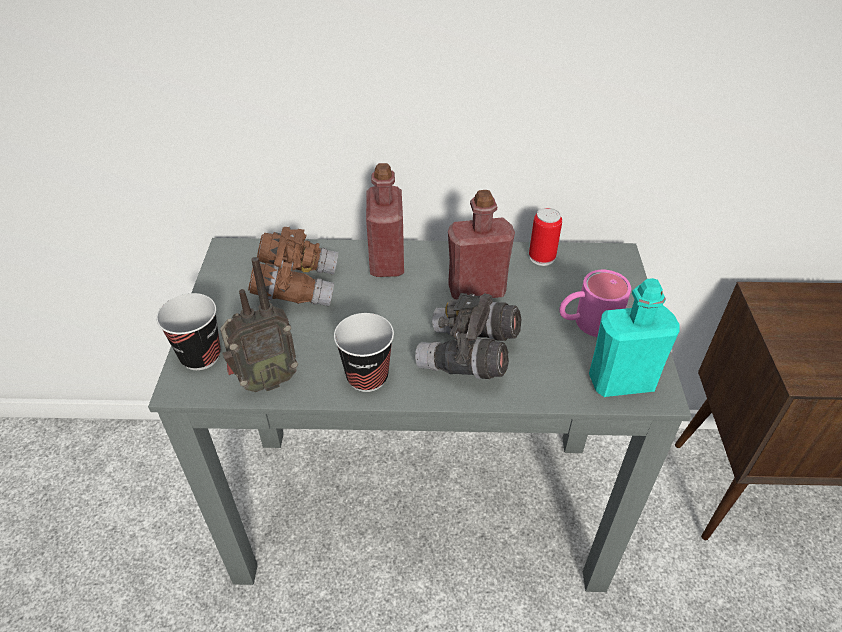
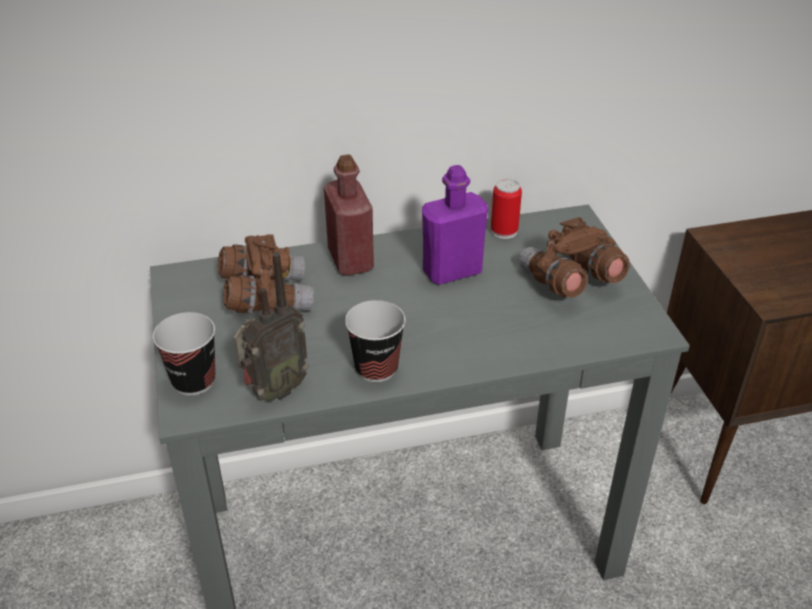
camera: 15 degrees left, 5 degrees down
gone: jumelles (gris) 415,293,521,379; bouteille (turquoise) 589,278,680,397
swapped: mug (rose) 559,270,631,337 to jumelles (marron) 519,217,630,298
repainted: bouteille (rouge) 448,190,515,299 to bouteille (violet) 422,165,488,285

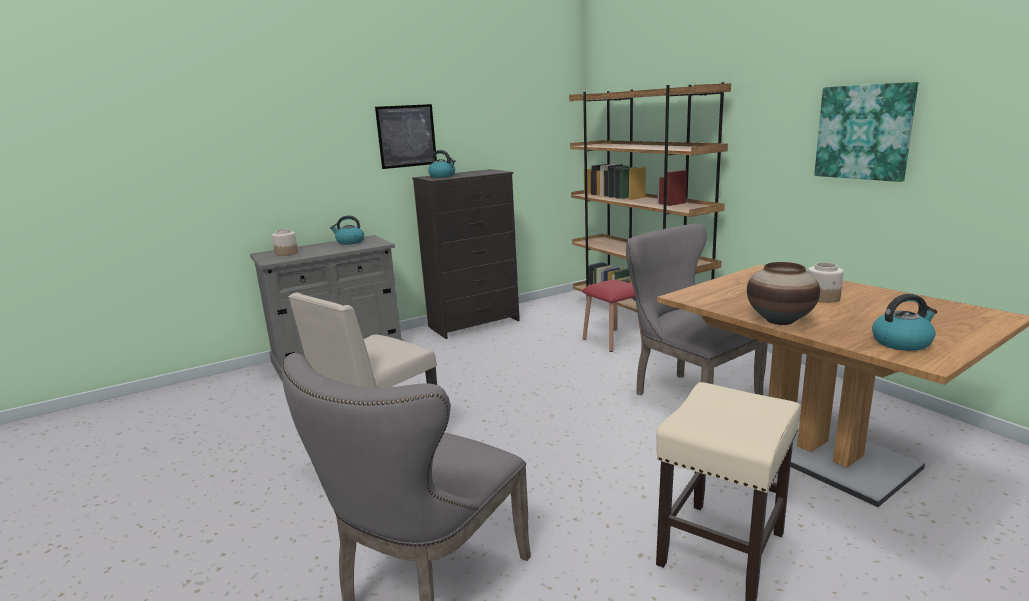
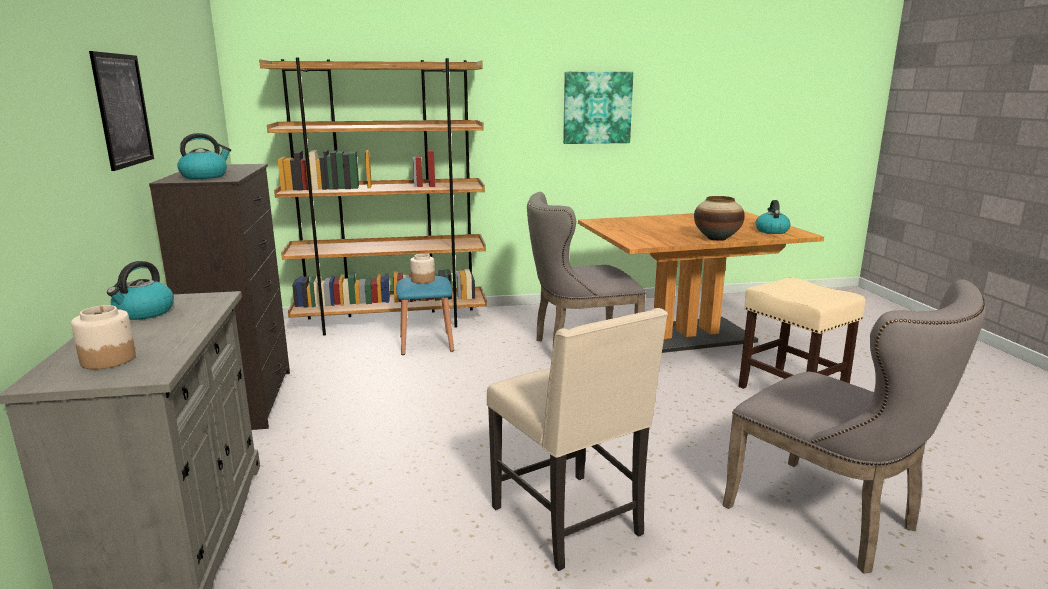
camera: 70 degrees left, 0 degrees up
shifted: bocal 808,262,844,303 to 410,254,435,284
repainted: tabouret (rouge) 582,280,642,352 to tabouret (bleu) 396,276,454,355

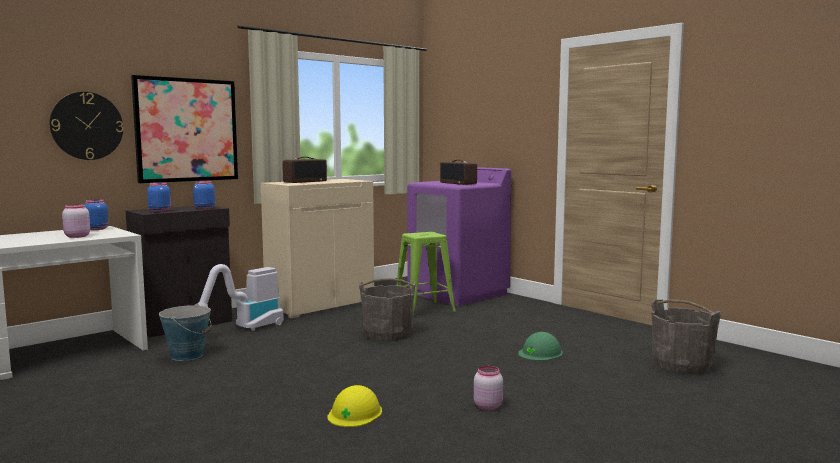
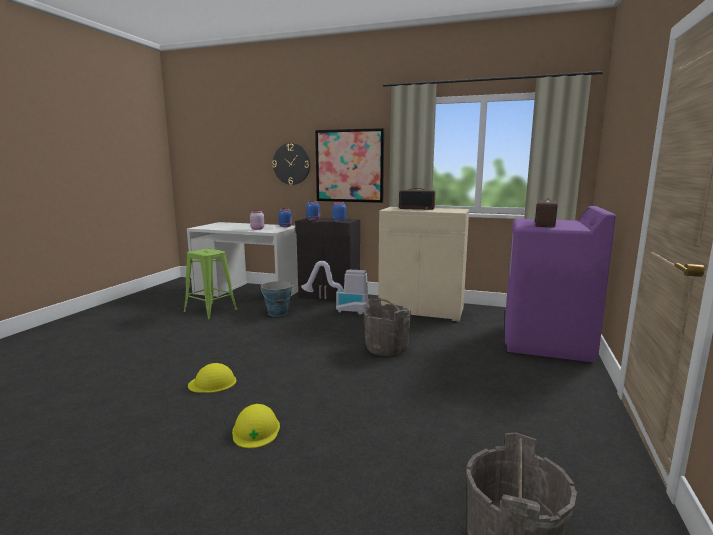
camera: 60 degrees right, 5 degrees up
gone: casque de chantier (vert) 518,332,563,361
shifted: tabouret (vert) 397,232,456,314 to 184,249,238,320
swapped: bocal (rose) 474,366,503,410 to casque de chantier (jaune) 232,404,280,448

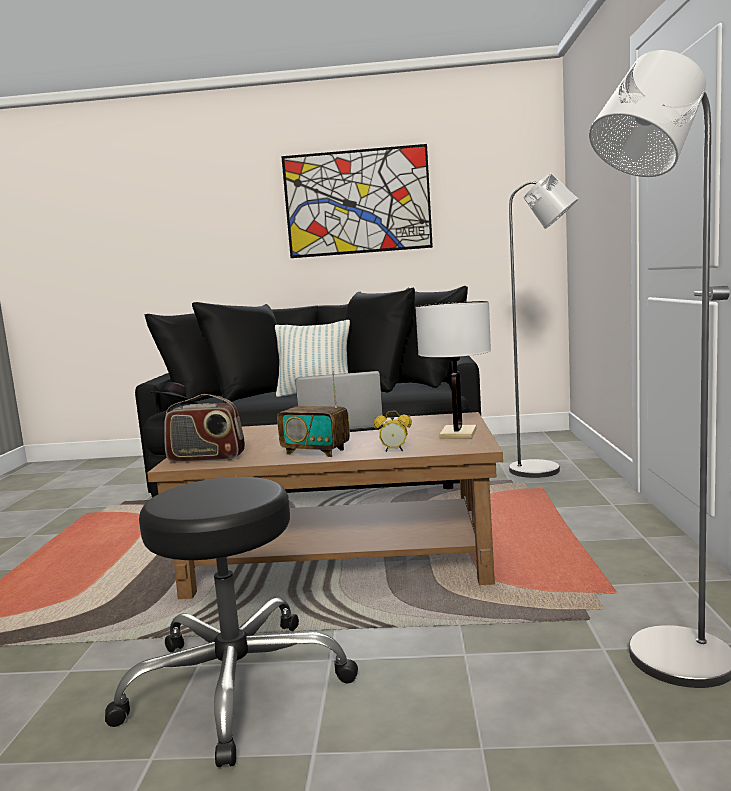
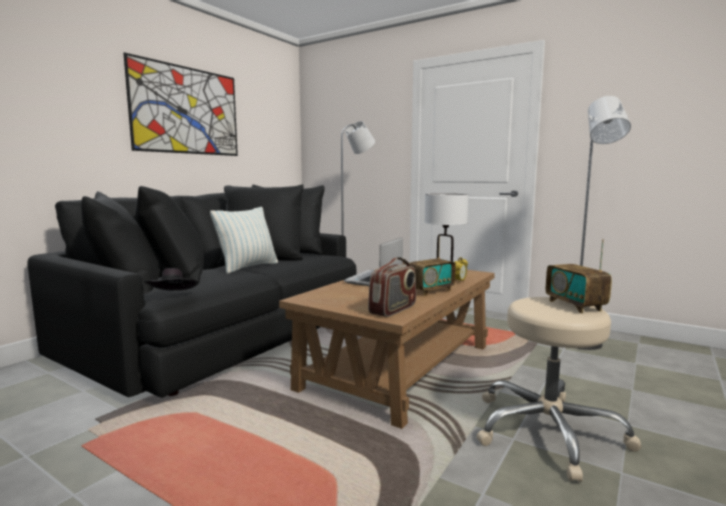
camera: 60 degrees left, 0 degrees up
new: radio 546,239,612,313
repainted: tabouret (noir) 105,477,358,767 to tabouret (beige) 477,297,641,482

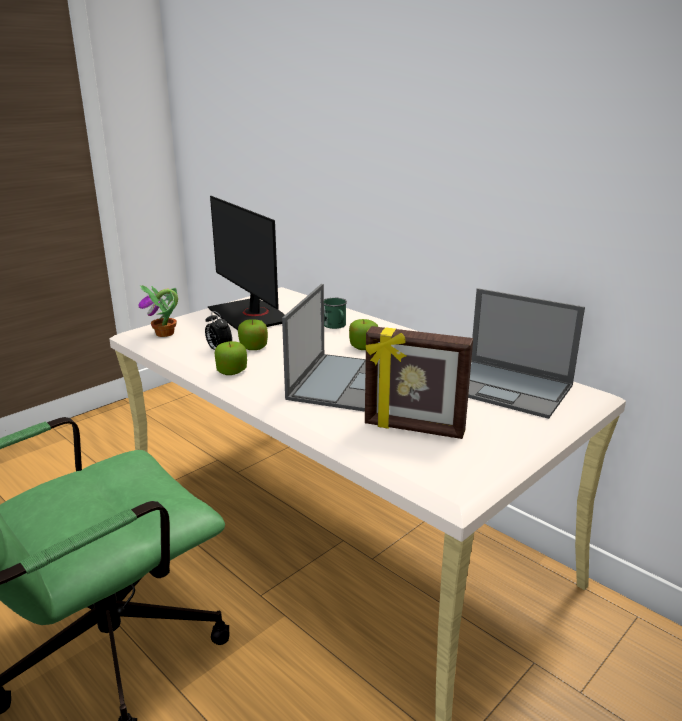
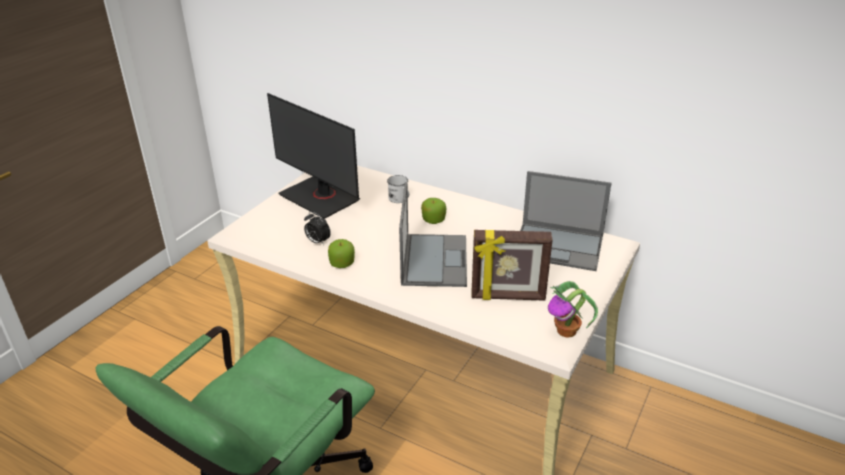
camera: 15 degrees left, 10 degrees up
gone: pomme 238,319,268,350
shifted: plante en pot 138,285,178,337 to 548,281,598,338
repainted: mug (vert) 324,298,347,329 to mug (blanc) 387,175,409,203

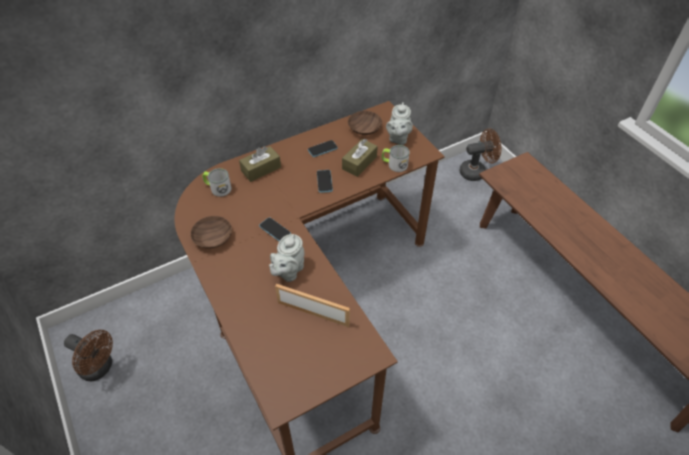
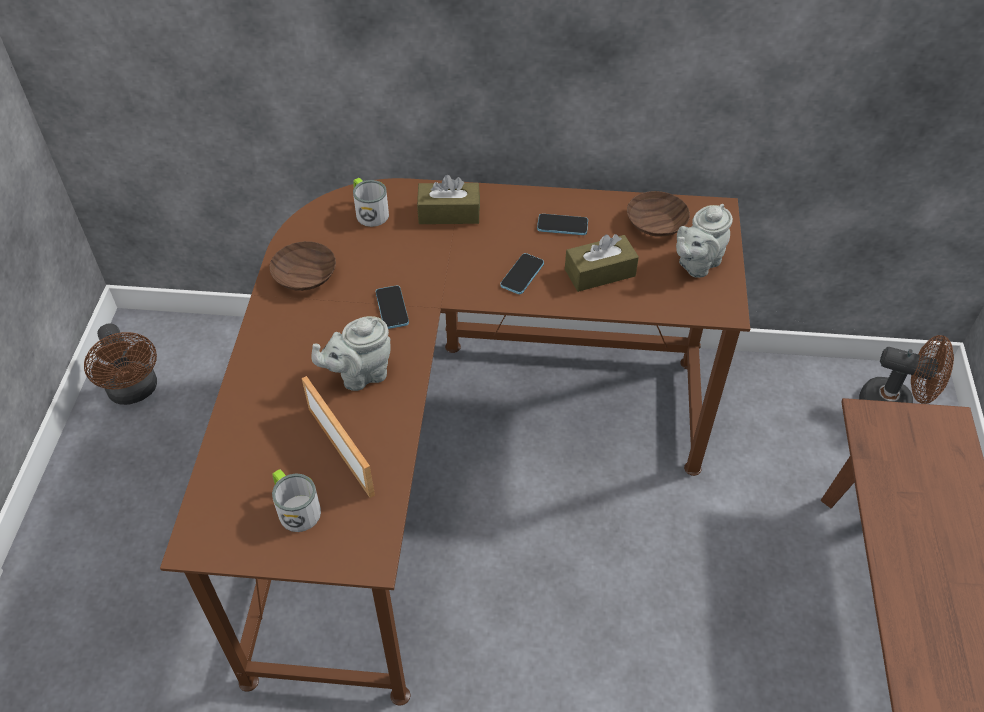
camera: 35 degrees right, 0 degrees up
shifted: mug 381,145,410,172 to 272,469,321,532

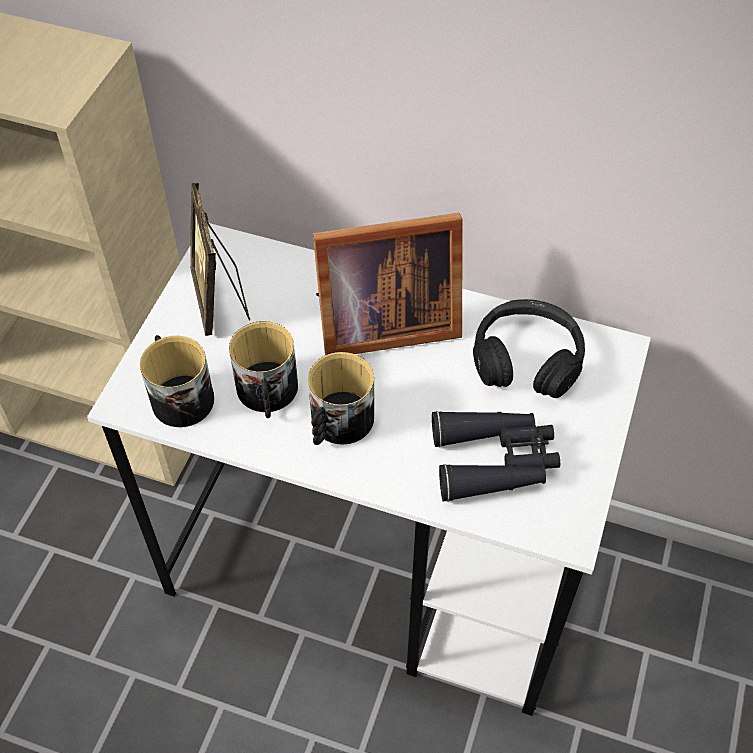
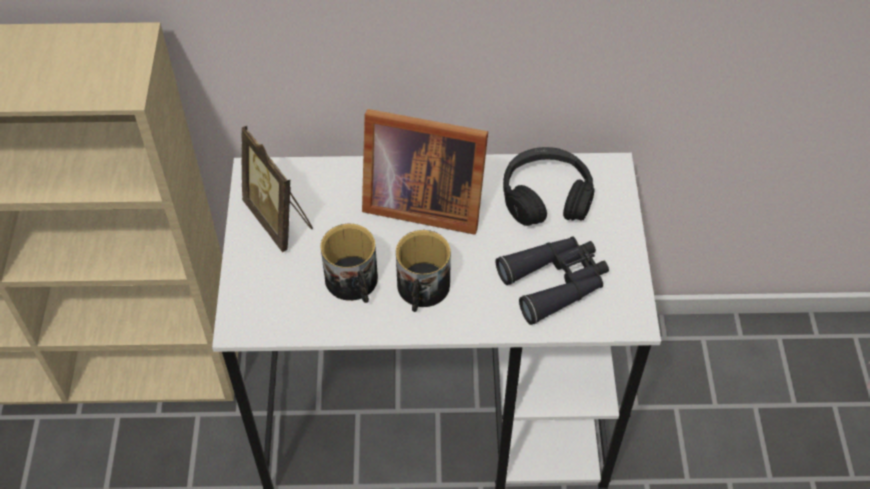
camera: 20 degrees left, 0 degrees up
gone: mug 140,335,214,427
rotated: cadre photo 313,213,462,355 = 362,109,488,235 45 degrees clockwise

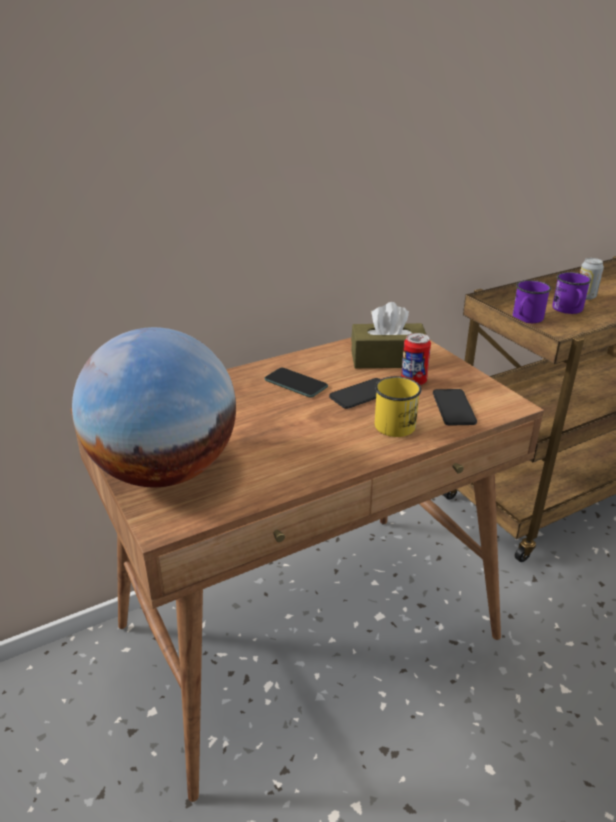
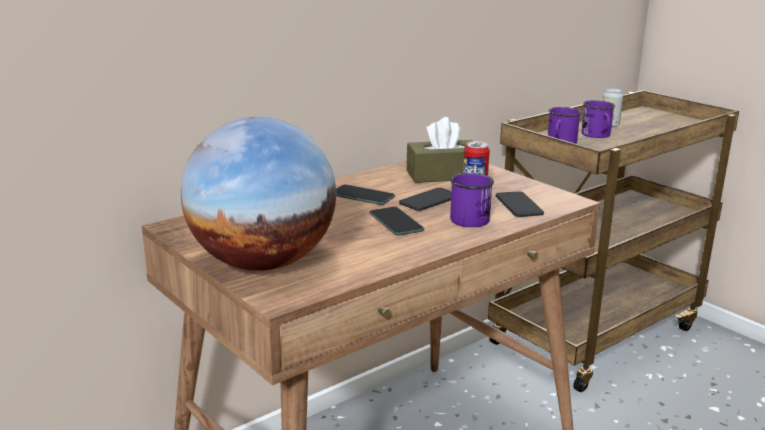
camera: 10 degrees left, 10 degrees down
new: téléphone 369,207,424,236
repainted: mug (jaune) 375,376,422,437 to mug (violet) 450,173,494,227

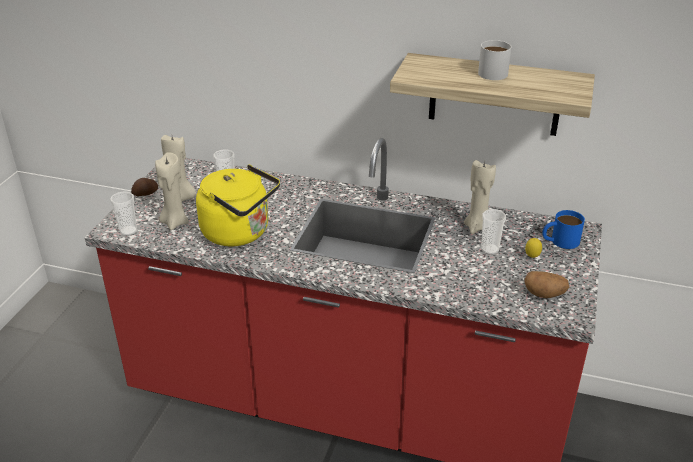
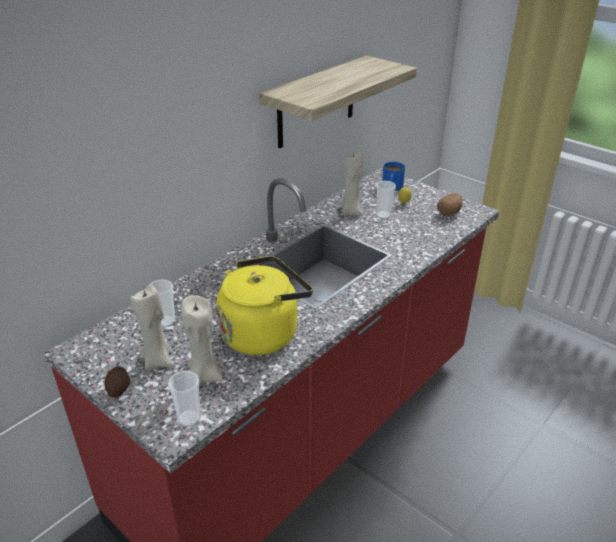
camera: 65 degrees left, 0 degrees up
gone: mug (blanc) 478,40,512,80

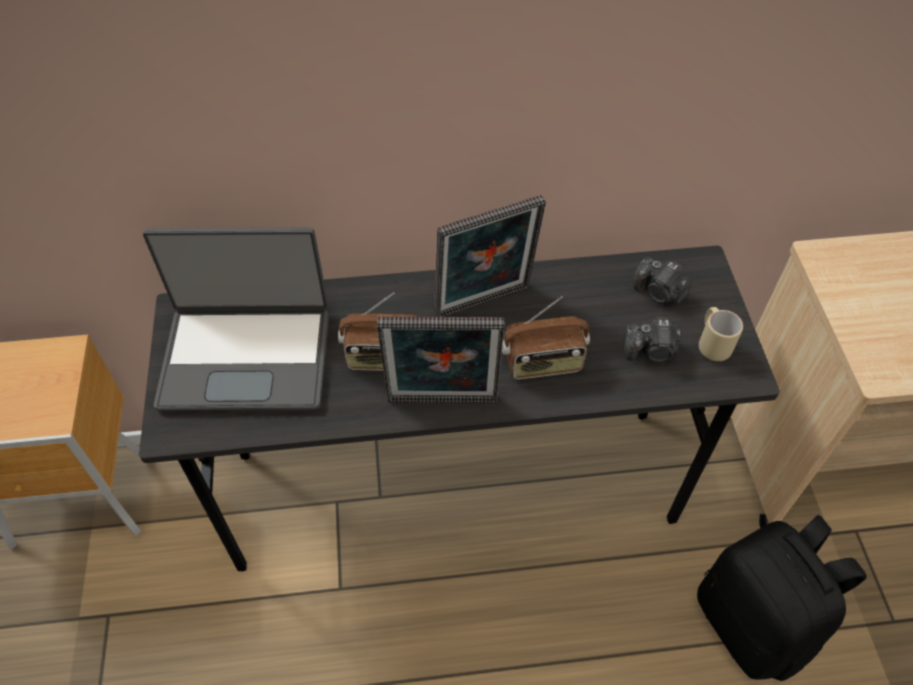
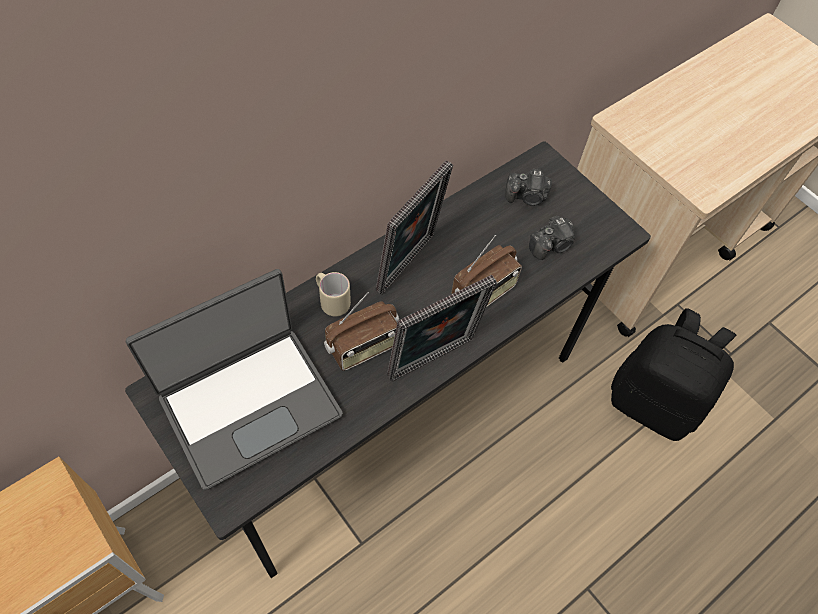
camera: 35 degrees left, 5 degrees up
shifted: mug (beige) 699,307,743,361 to 316,272,351,316

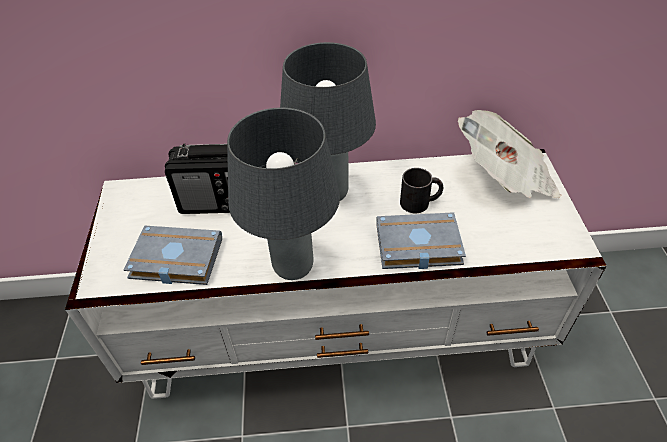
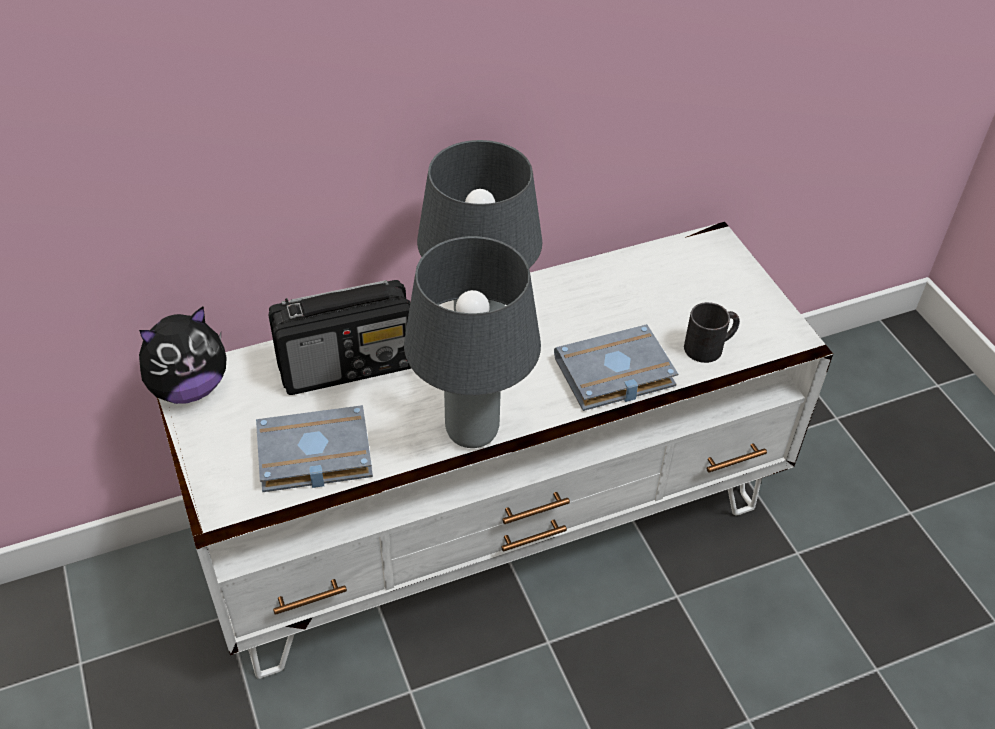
camera: 20 degrees left, 0 degrees up
gone: journal 458,110,561,198
new: peluche 139,306,227,404
shifted: mug (noir) 400,168,443,213 to 684,302,740,363

